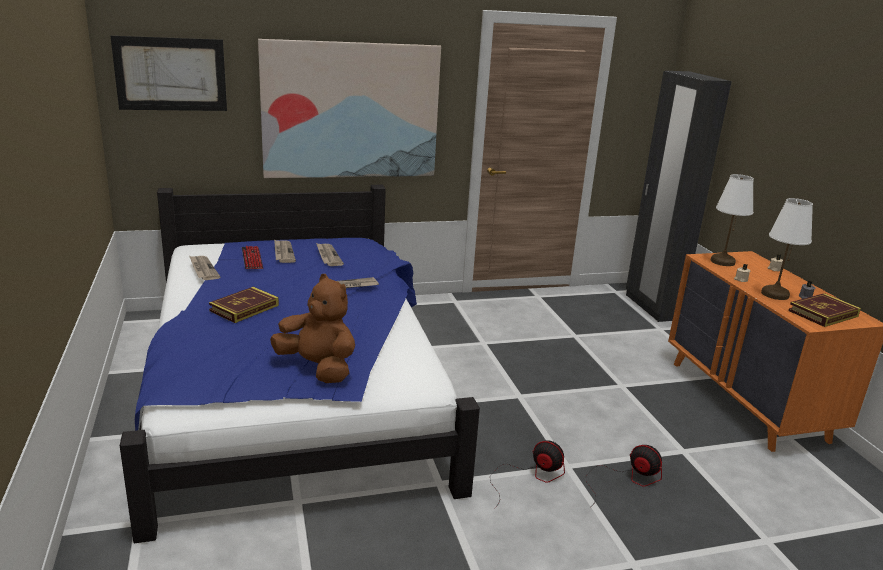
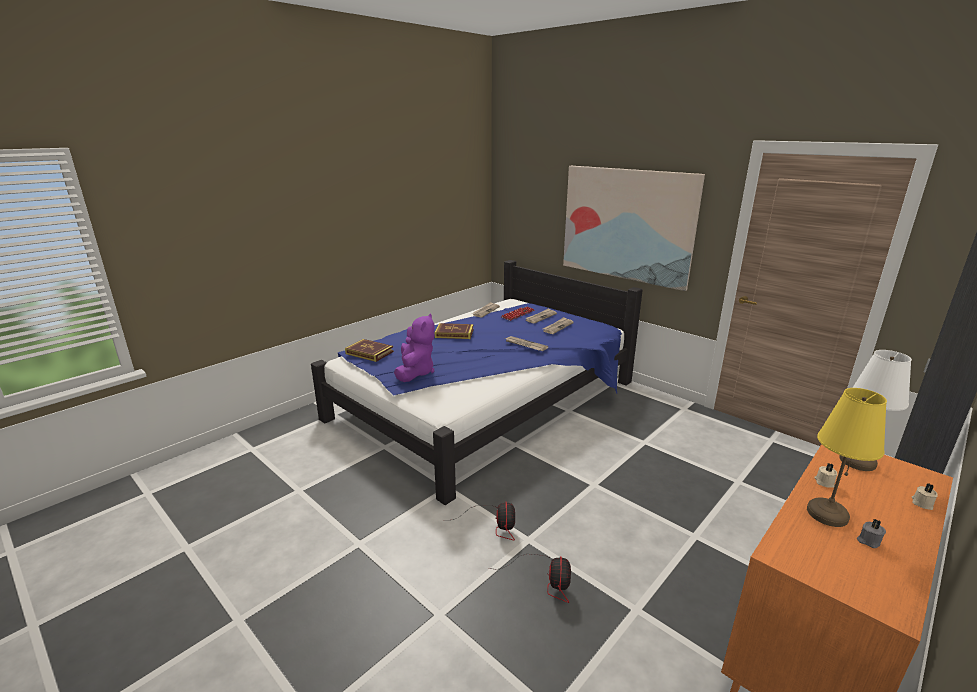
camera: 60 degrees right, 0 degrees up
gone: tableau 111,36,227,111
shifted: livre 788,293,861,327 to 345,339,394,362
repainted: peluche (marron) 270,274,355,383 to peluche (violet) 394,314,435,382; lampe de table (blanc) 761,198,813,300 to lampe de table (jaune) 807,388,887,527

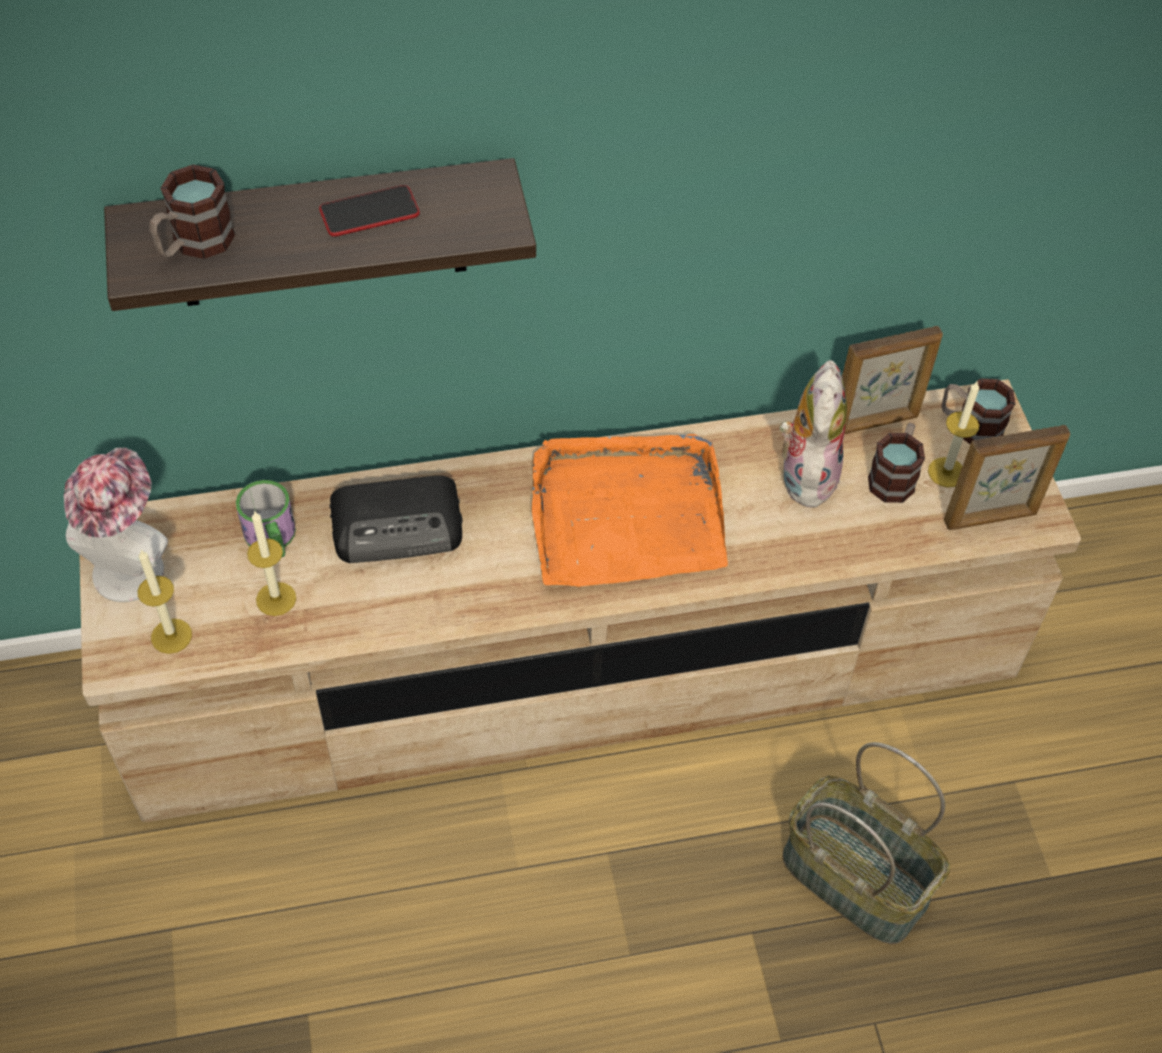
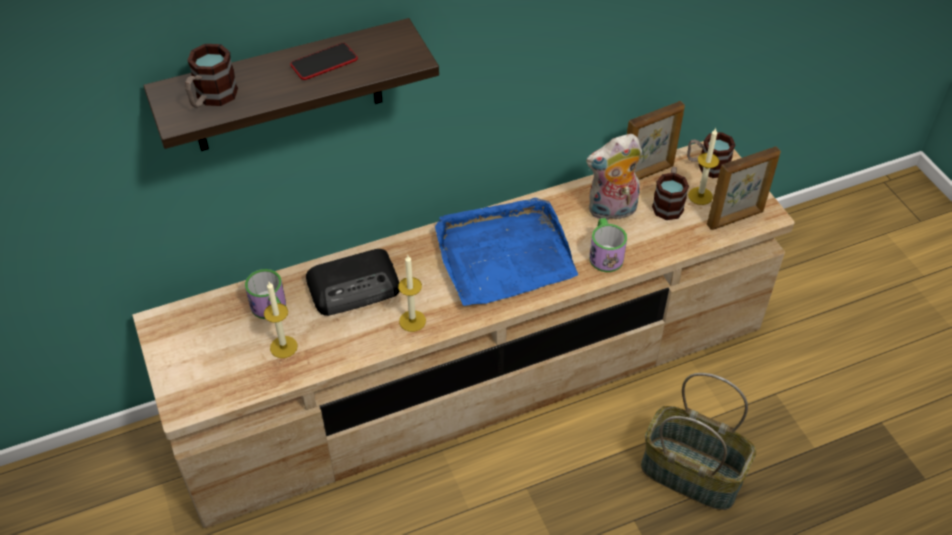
camera: 10 degrees left, 5 degrees down
gone: chapeau 64,448,168,602
new: mug 589,218,627,272
shifted: bougie 138,550,192,654 to 398,255,426,332
repainted: plateau (orange) 532,434,728,587 to plateau (bleu) 435,198,578,306
rotated: peluche 780,360,847,512 = 586,134,642,220 105 degrees counterclockwise

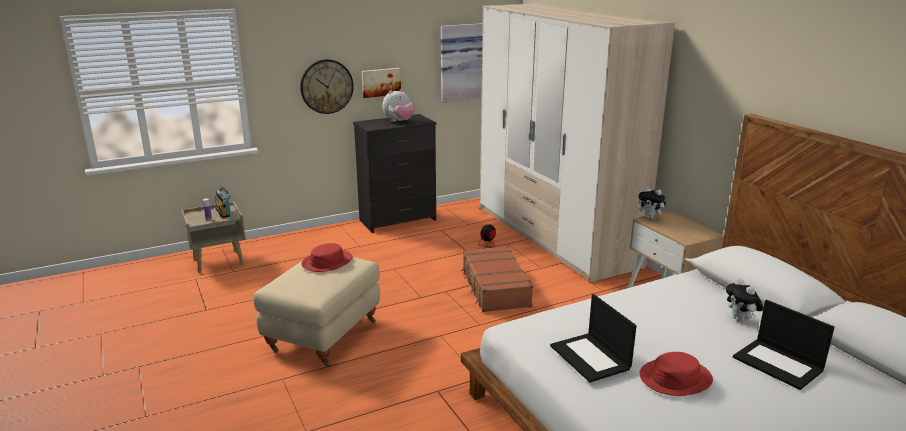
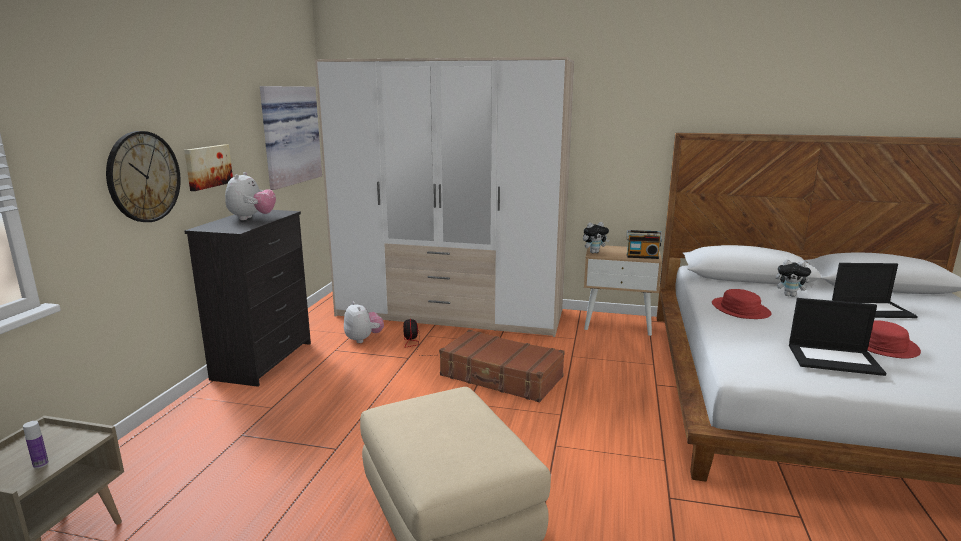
camera: 50 degrees left, 5 degrees down
new: peluche 344,301,384,343
shifted: radio 215,187,231,218 to 627,230,662,259; chapeau (rouge) 301,243,353,272 to 712,289,771,319

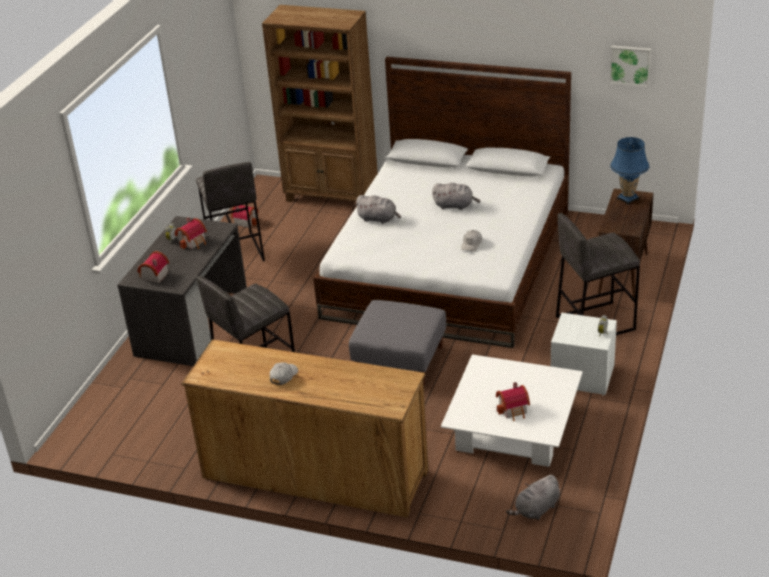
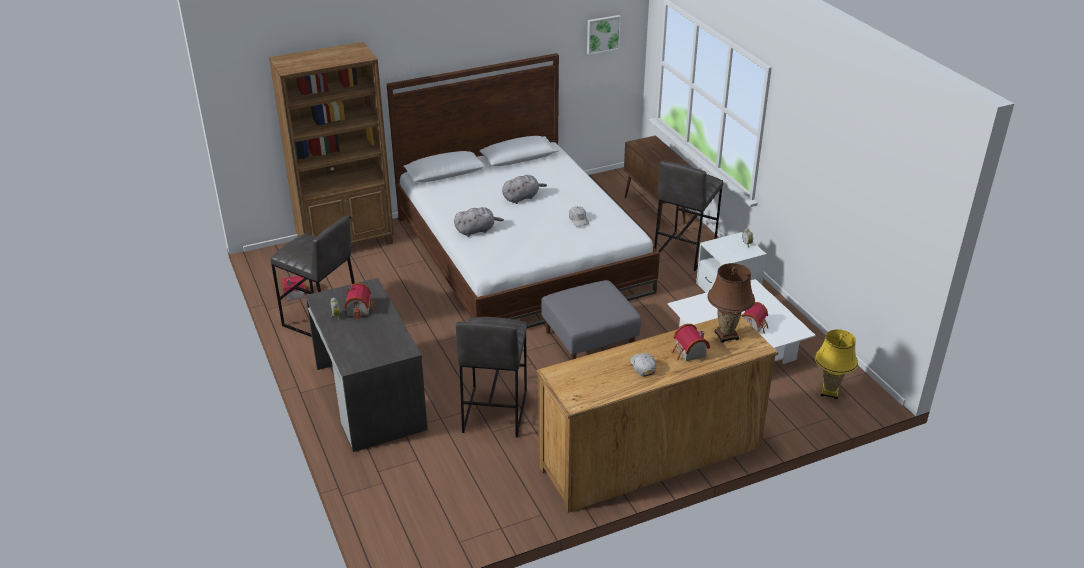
camera: 45 degrees left, 0 degrees up
gone: lampe de table (bleu) 610,137,649,205
new: lampe de table (marron) 707,263,755,343
shifted: maison miniature 137,251,169,283 to 672,324,710,361
swapped: peluche (gris) 506,475,560,520 to lampe de table (jaune) 815,329,858,399

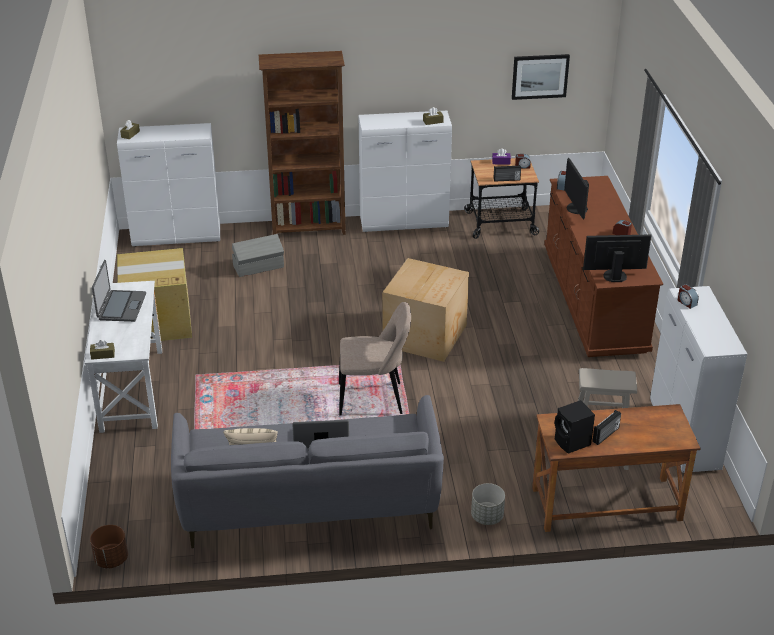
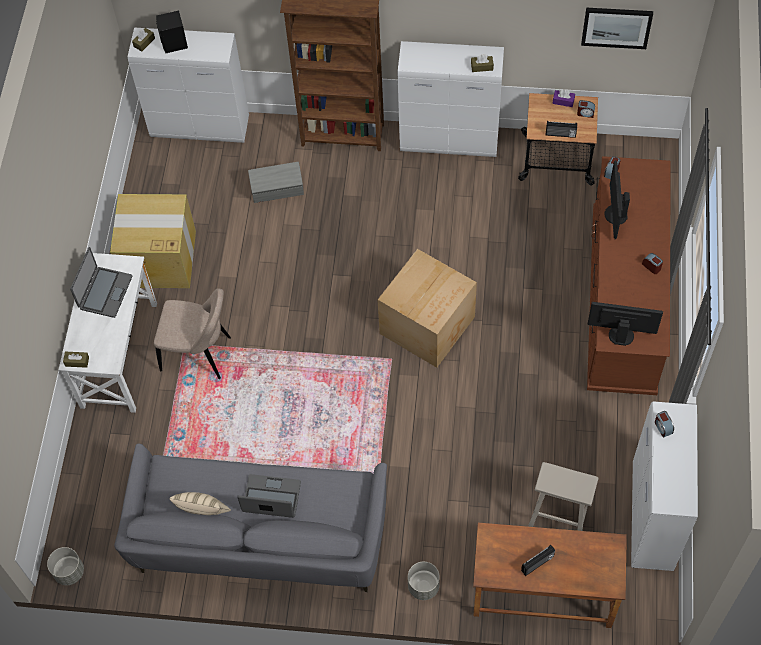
camera: 15 degrees right, 25 degrees up
shifted: chaise (beige) 339,302,411,416 to 154,288,231,379; enceinte (noir) 555,400,595,454 to 156,11,188,53
repainted: cache-pot (marron) 90,525,128,568 to cache-pot (gris) 47,547,84,585

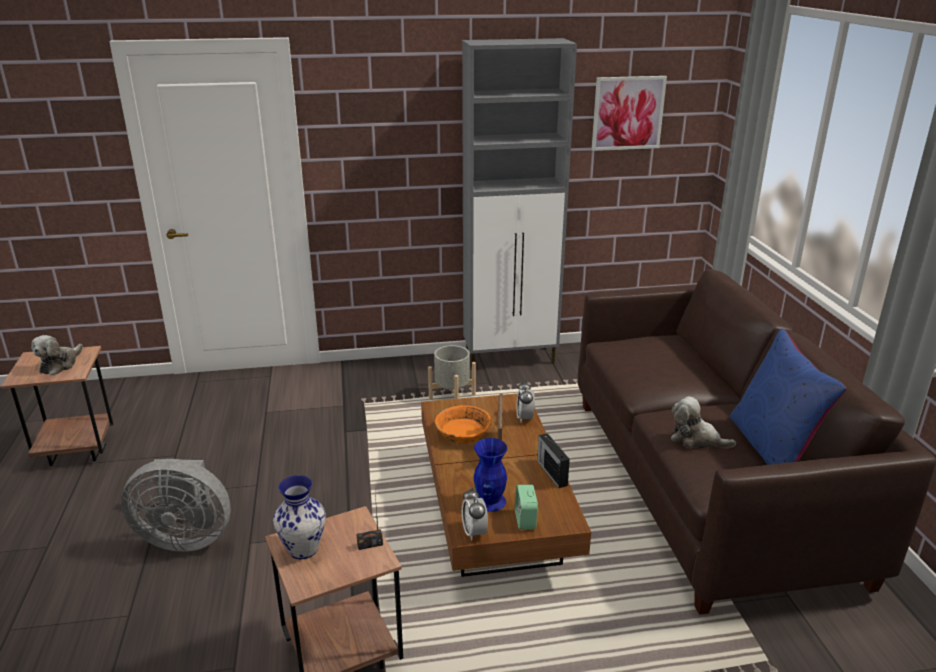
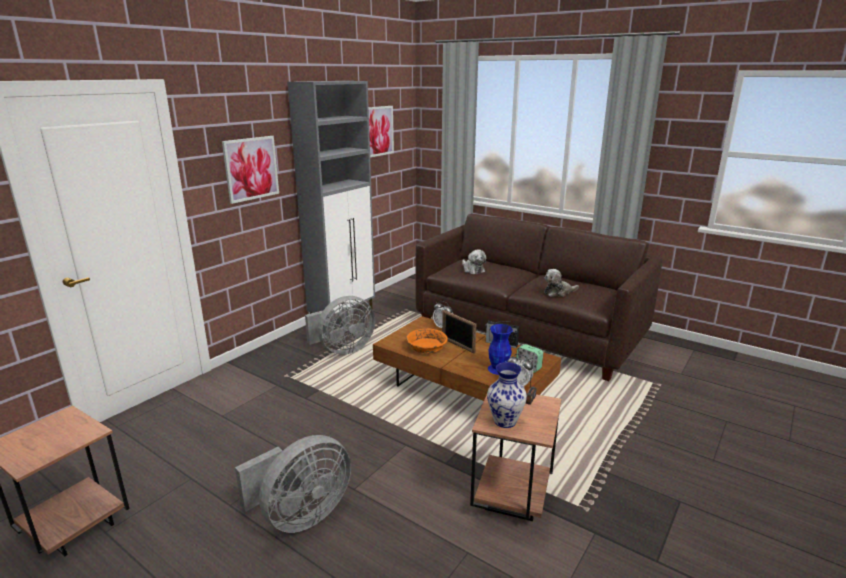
camera: 45 degrees left, 5 degrees down
gone: coussin (bleu) 730,328,847,465
new: tableau 222,136,279,204
shifted: peluche 31,335,83,375 to 462,250,486,274
swapped: cache-pot (gris) 428,345,476,400 to ventilateur (gris) 305,296,375,355

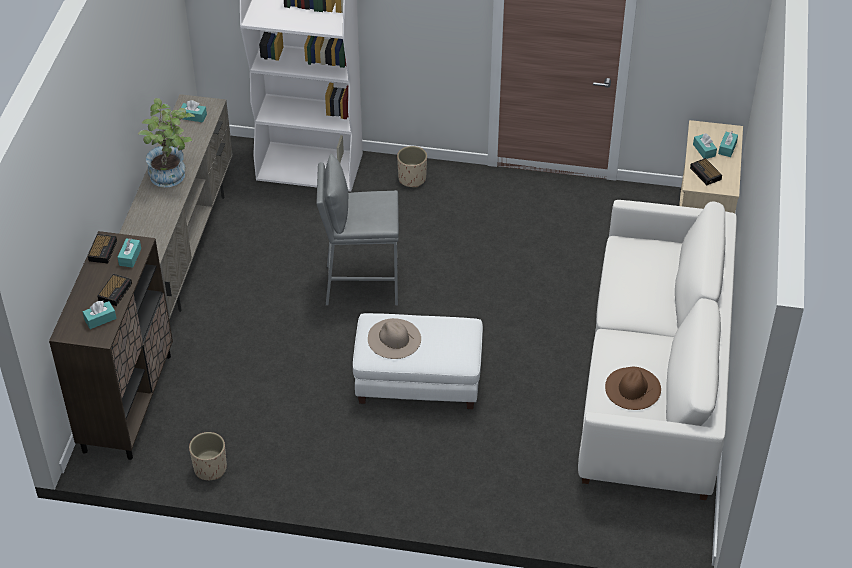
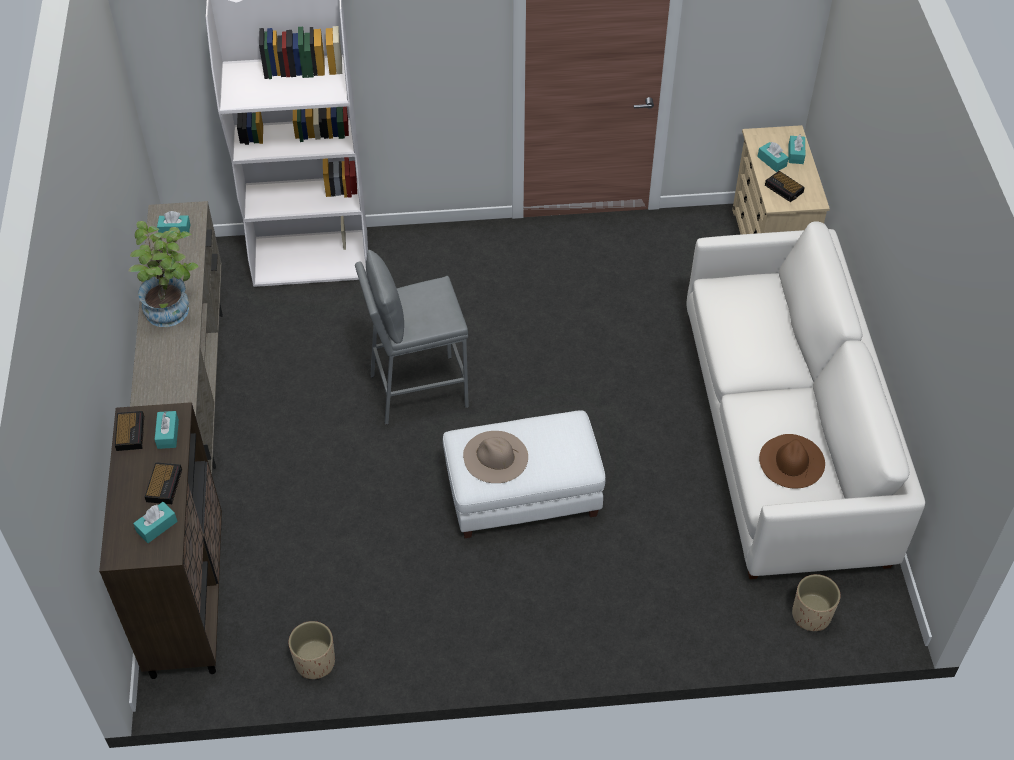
camera: 15 degrees left, 5 degrees up
shifted: cache-pot (beige) 397,146,427,188 to 792,574,840,631

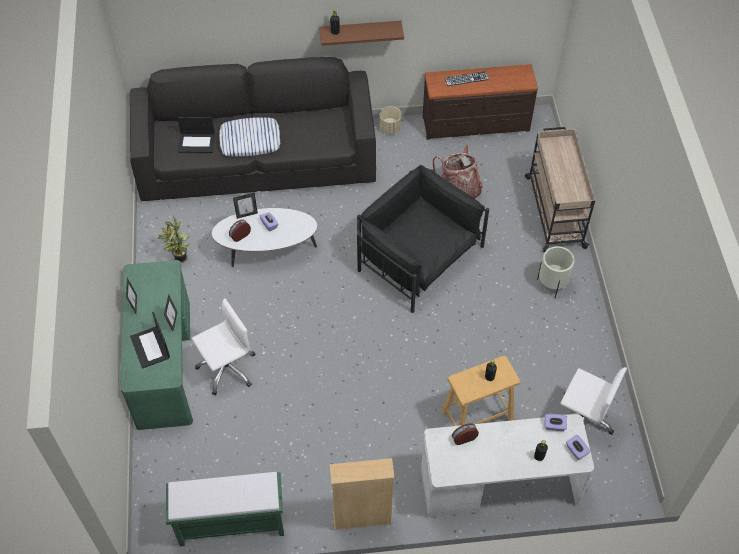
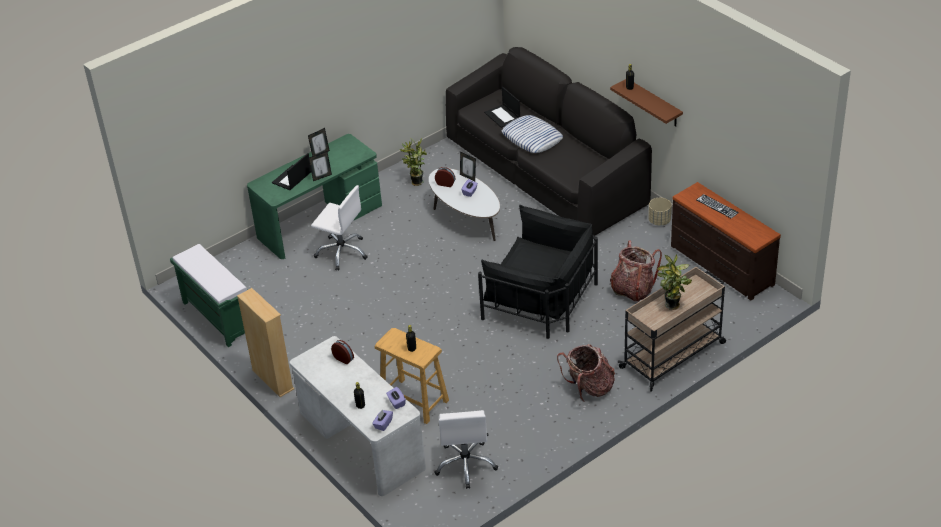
camera: 60 degrees right, 15 degrees down
new: plante en pot 657,254,692,310
swapped: cache-pot (beige) 537,246,575,298 to sac à dos 557,344,615,402
rotated: fauteuil (noir) 357,165,489,313 = 478,205,598,339 105 degrees clockwise

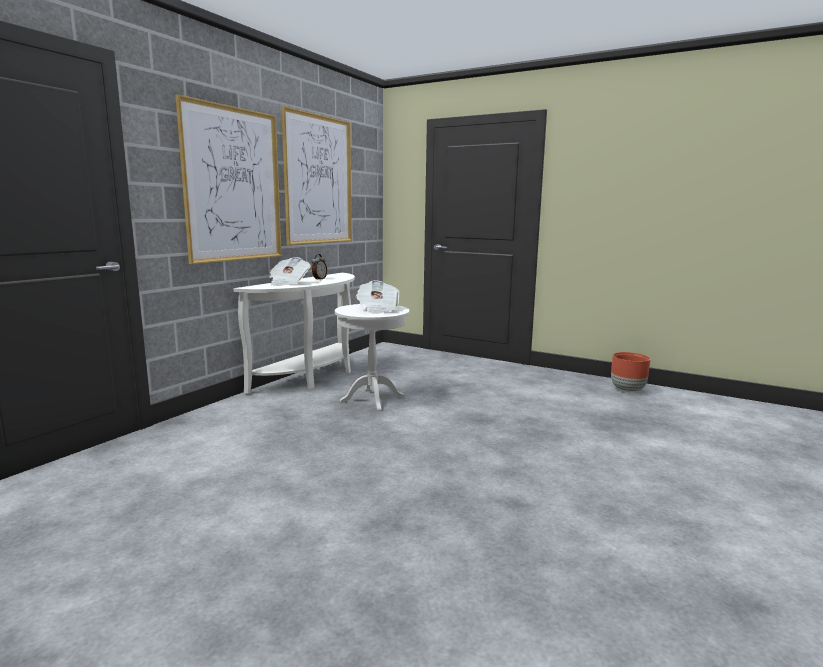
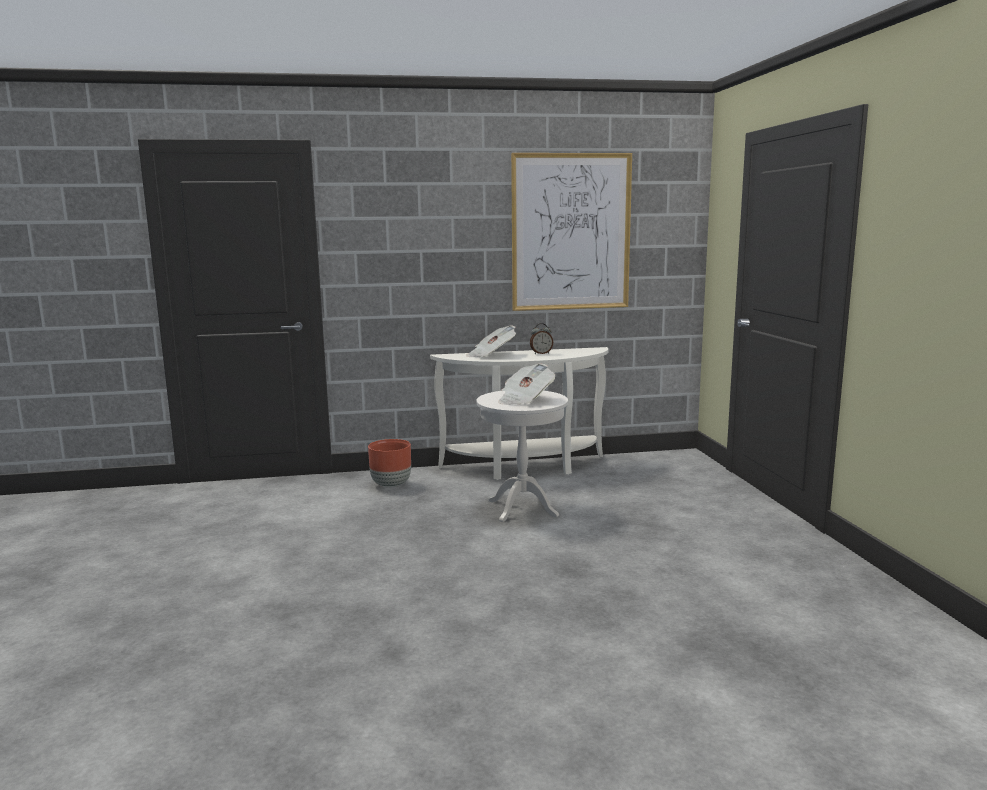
camera: 50 degrees right, 0 degrees up
gone: tableau 175,95,282,264
shifted: cache-pot (marron) 611,352,651,392 to 368,439,411,488

